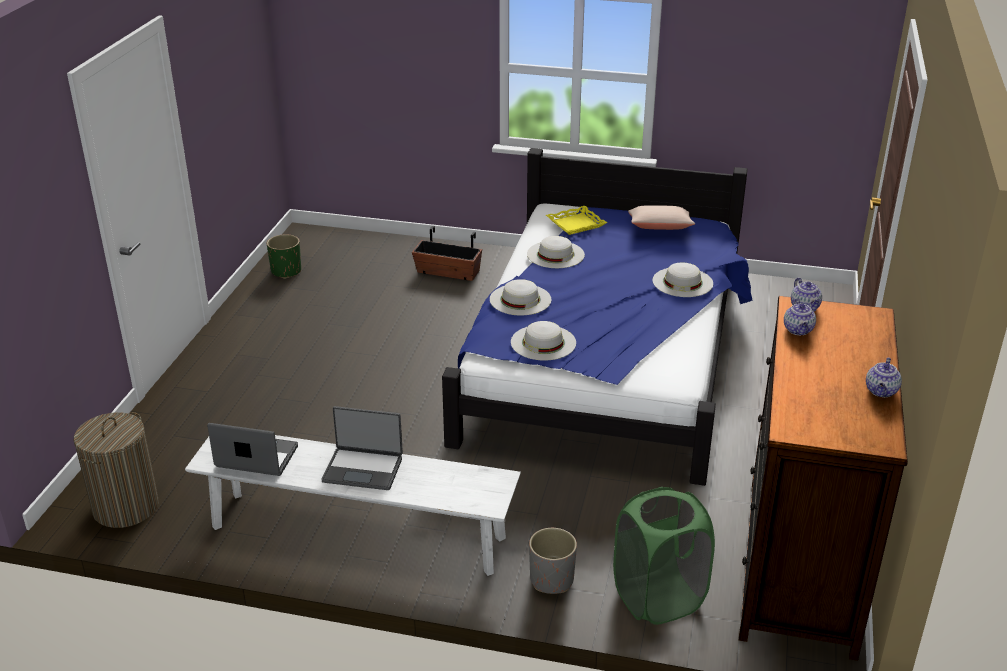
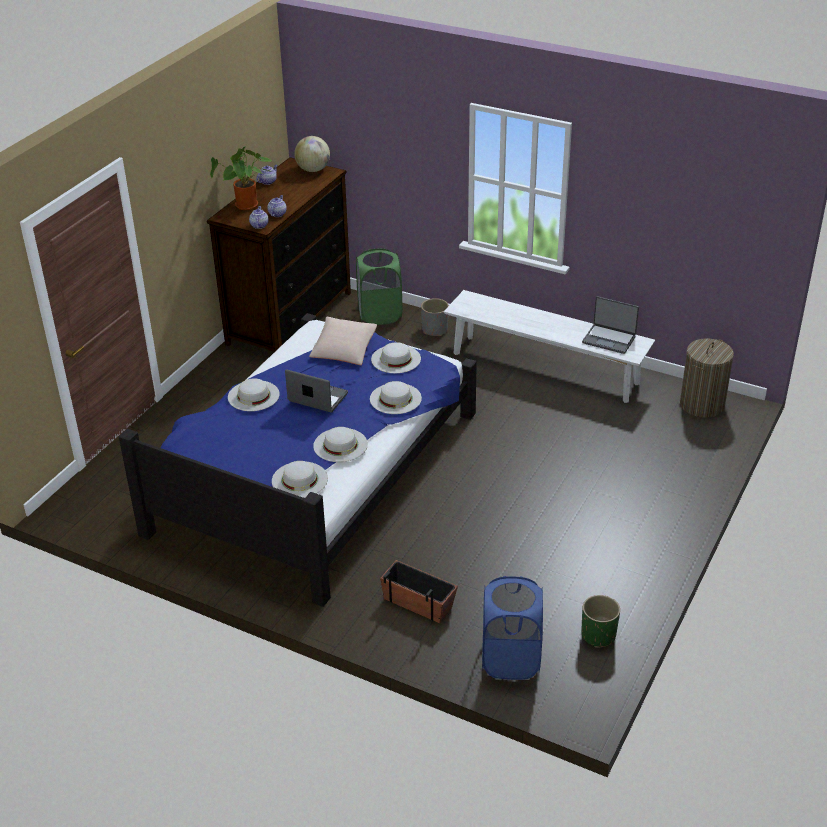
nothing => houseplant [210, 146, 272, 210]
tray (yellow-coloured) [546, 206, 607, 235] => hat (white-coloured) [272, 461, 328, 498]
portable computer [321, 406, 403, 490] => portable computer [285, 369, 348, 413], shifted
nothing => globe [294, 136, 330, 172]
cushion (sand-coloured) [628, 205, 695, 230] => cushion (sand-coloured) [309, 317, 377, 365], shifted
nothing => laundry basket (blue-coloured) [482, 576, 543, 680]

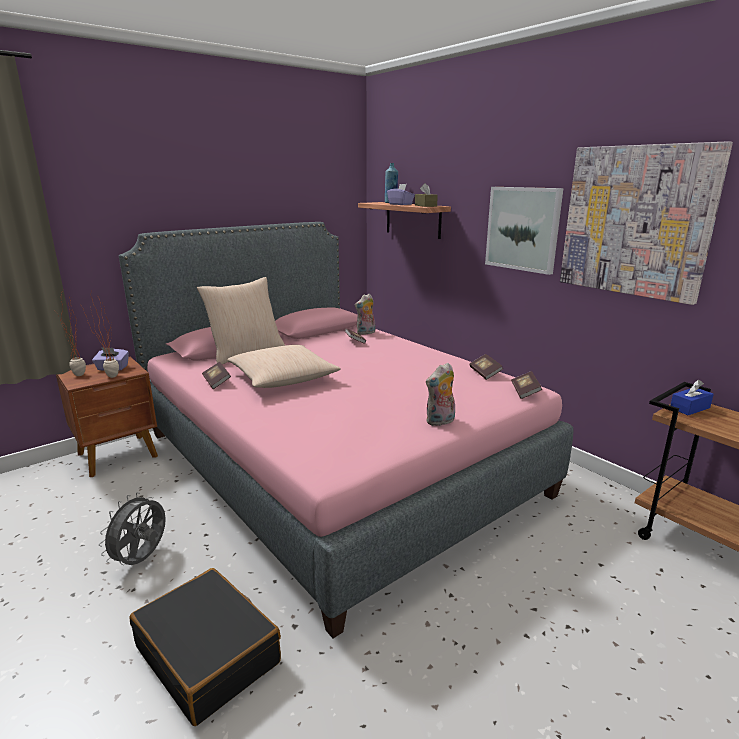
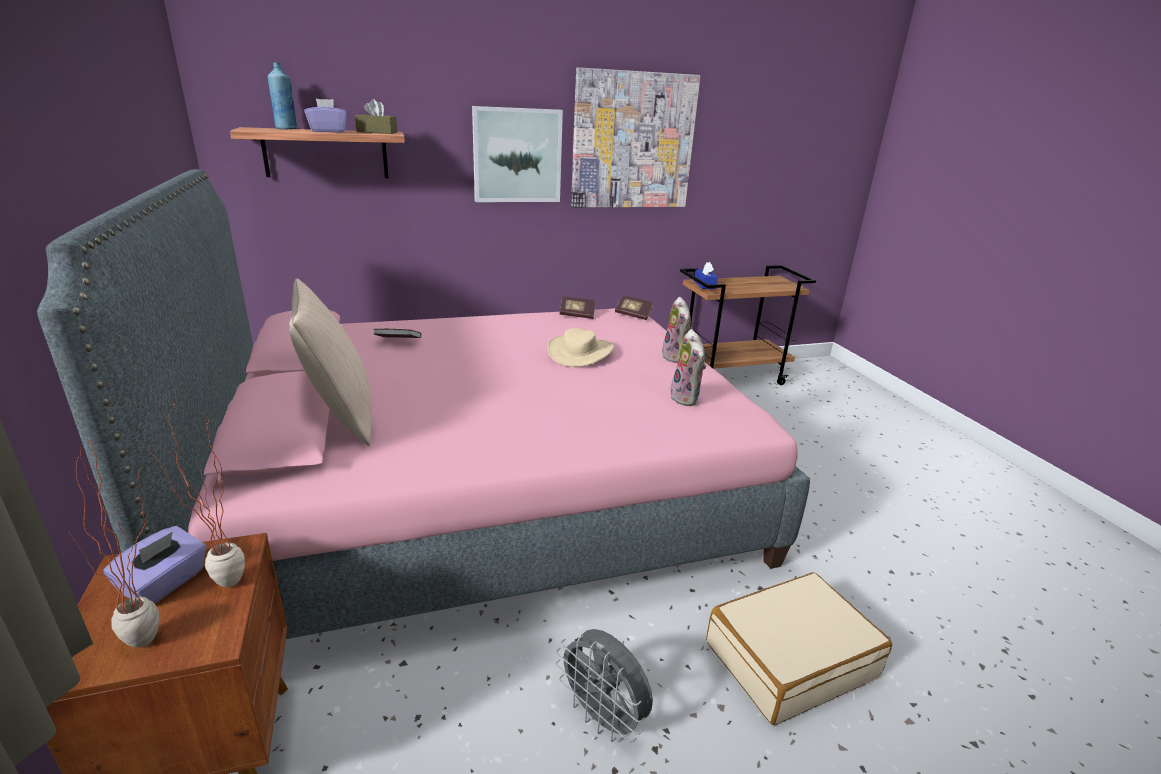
nothing => hat (sand-coloured) [547, 328, 614, 367]
cuddly toy [355, 294, 375, 335] => cuddly toy [670, 329, 706, 406], shifted
suitcase (black) [130, 568, 281, 726] => suitcase (sand-coloured) [706, 572, 892, 725]
book [202, 362, 231, 389] => nothing
cushion (sand-coloured) [227, 345, 341, 388] => nothing

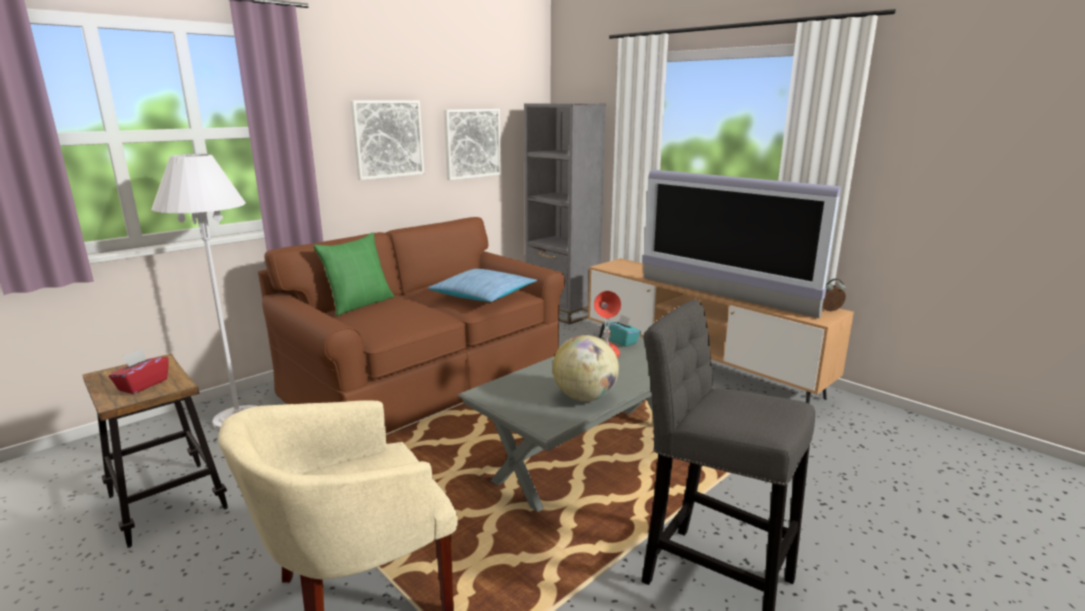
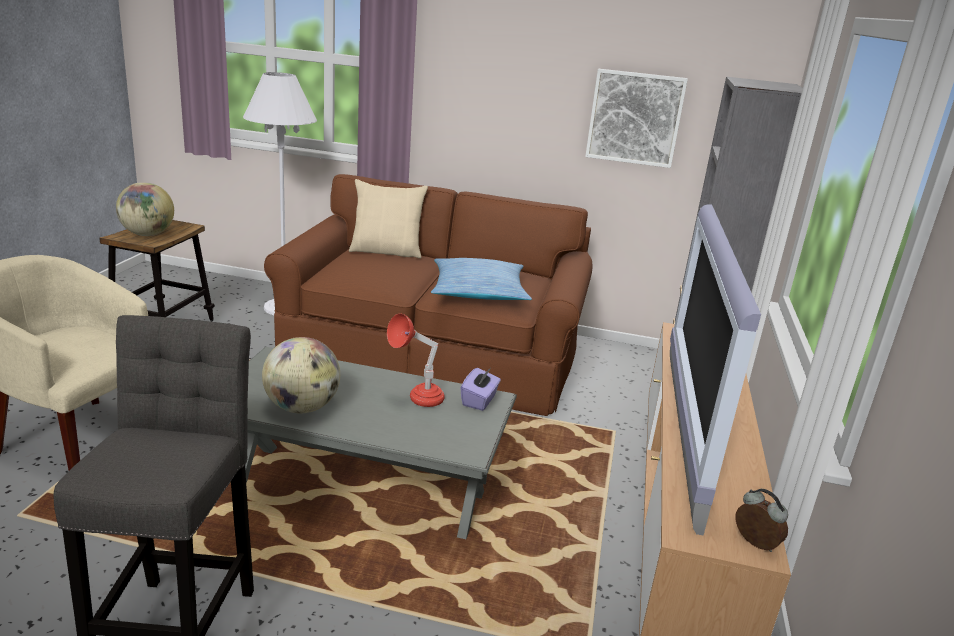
tissue box (red-coloured) [109, 349, 169, 394] => globe [116, 182, 174, 236]
cushion (green-coloured) [313, 233, 394, 316] => cushion (sand-coloured) [349, 179, 428, 258]
tissue box (turquoise) [604, 314, 641, 347] => tissue box (purple-coloured) [461, 368, 501, 411]
wall picture [350, 100, 424, 180] => nothing

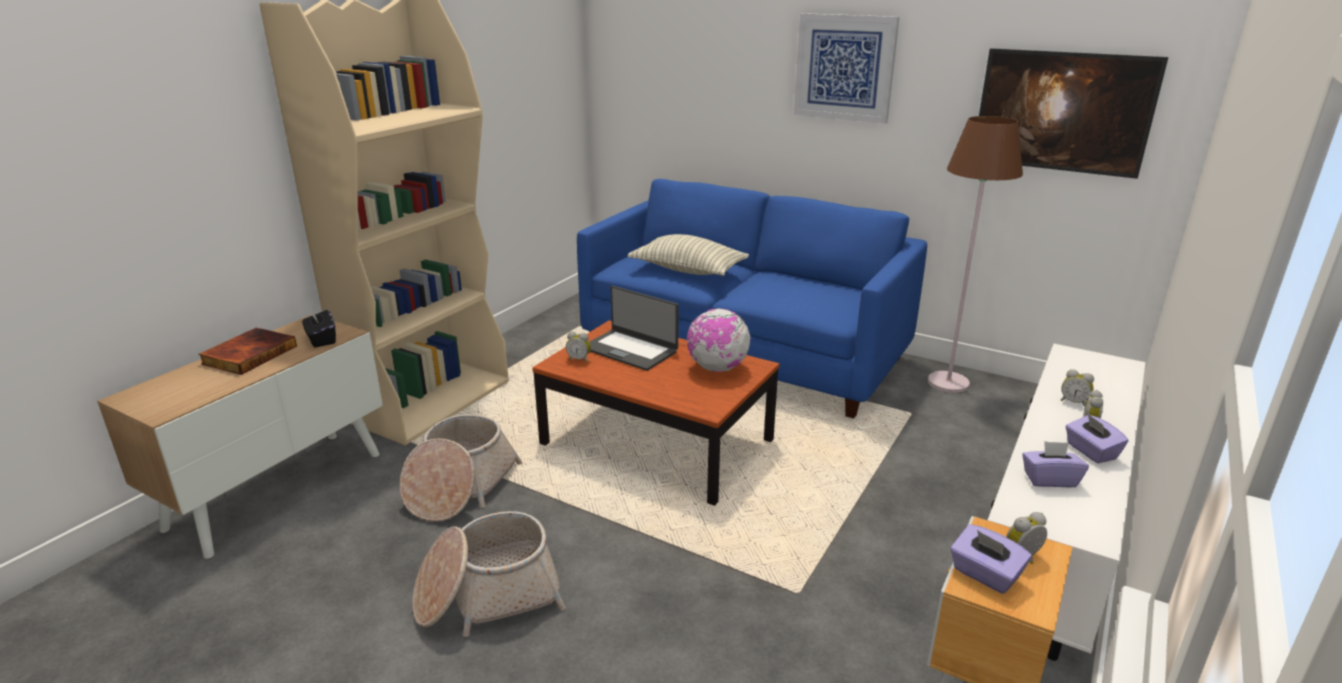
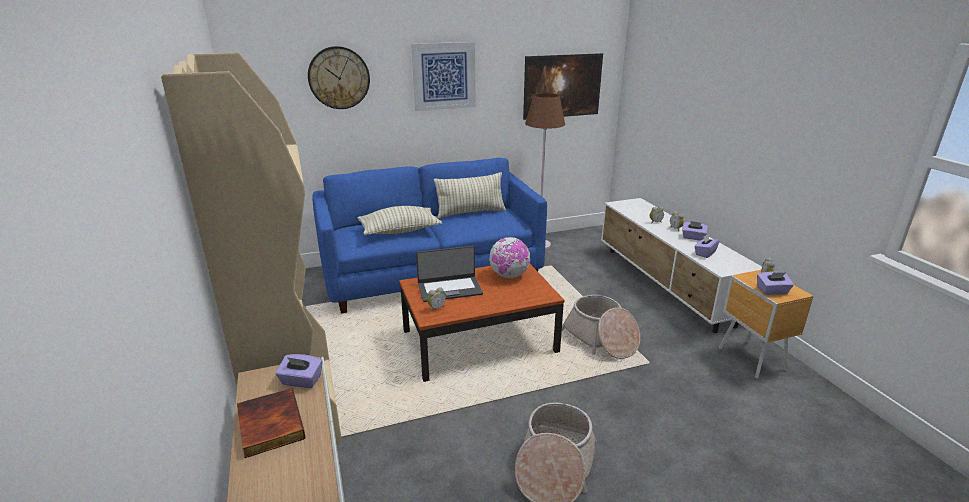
tissue box (black) [302, 307, 336, 347] => tissue box (purple-coloured) [275, 354, 323, 388]
nothing => wall clock [308, 46, 370, 109]
nothing => cushion [434, 172, 506, 219]
basket [400, 414, 522, 522] => basket [562, 295, 640, 359], shifted

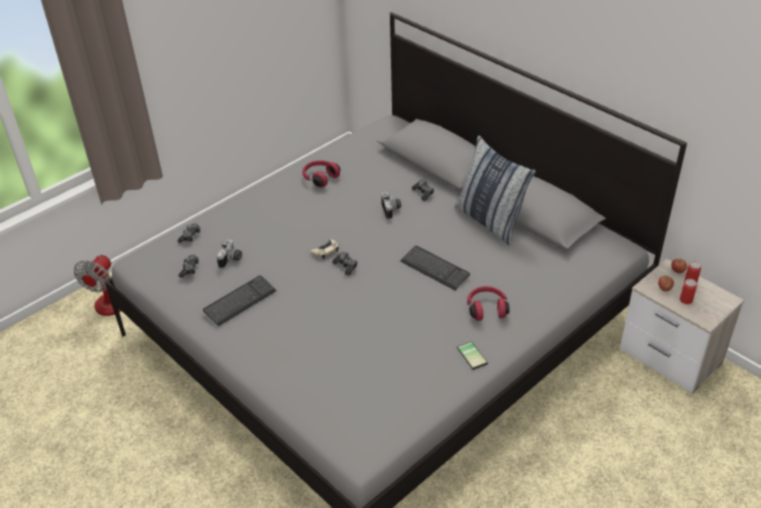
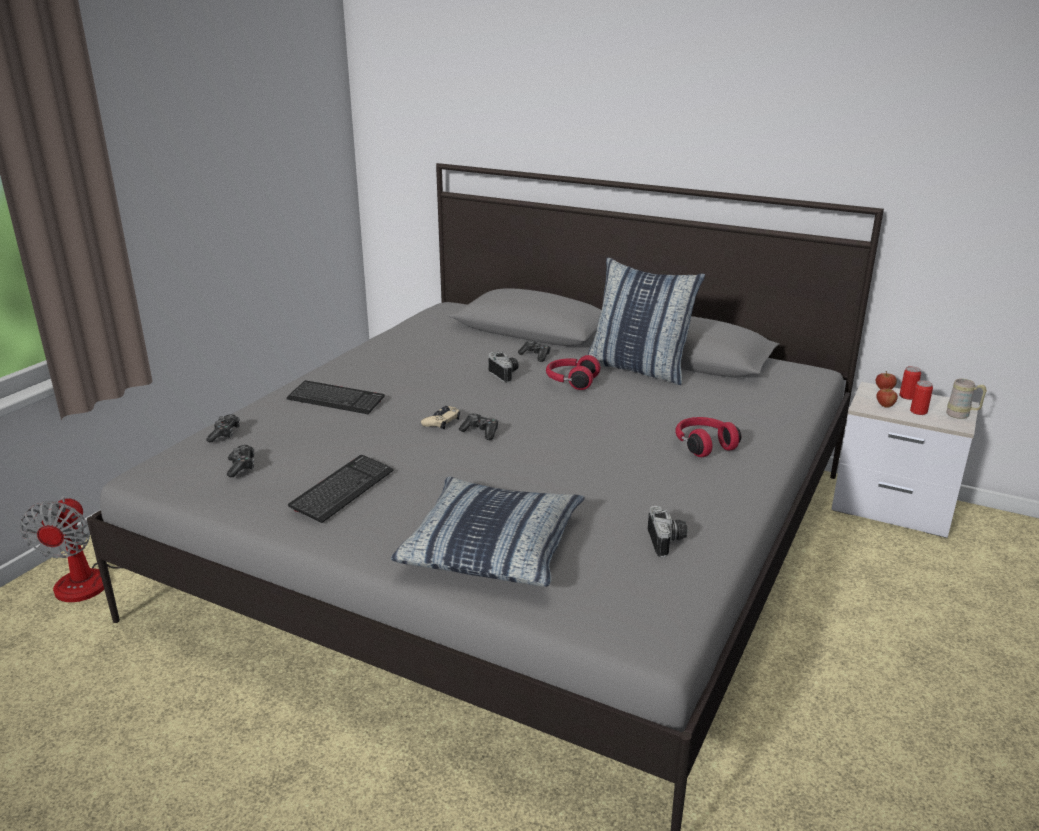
keyboard [400, 246, 470, 290] => keyboard [286, 381, 385, 414], shifted
nothing => cushion [391, 477, 585, 587]
headphones (red-coloured) [302, 160, 340, 188] => headphones (red-coloured) [546, 355, 601, 390], shifted
photo camera [217, 239, 242, 269] => photo camera [648, 506, 687, 557], shifted
nothing => coffee mug (sand-coloured) [946, 378, 987, 419]
handset [457, 341, 488, 369] => nothing

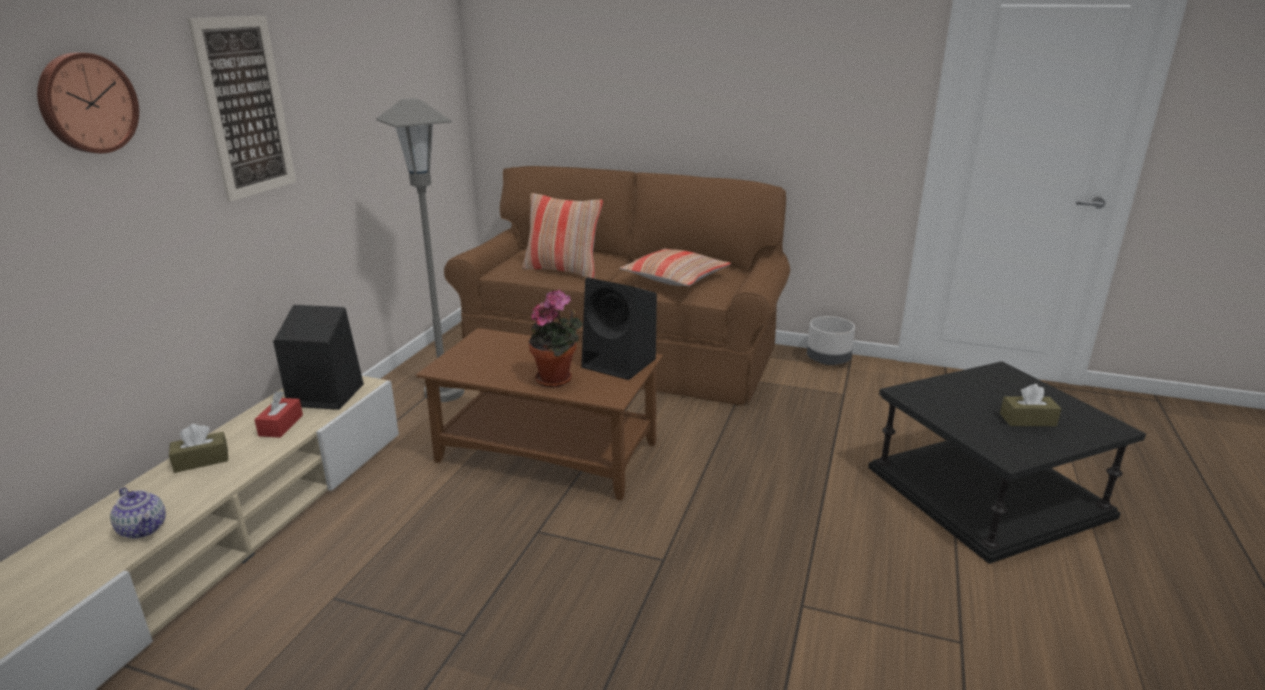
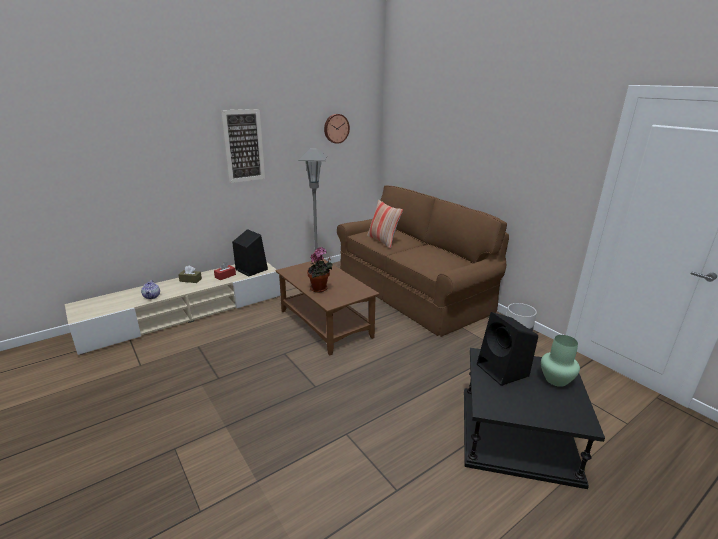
wall clock [37, 53, 139, 154] => wall clock [324, 114, 350, 144], shifted
loudspeaker (black) [581, 277, 657, 380] => loudspeaker (black) [477, 312, 538, 386], shifted
nothing => vase (green-coloured) [541, 335, 580, 387]
cushion [619, 248, 731, 286] => nothing
tissue box (brown) [1000, 384, 1061, 426] => nothing

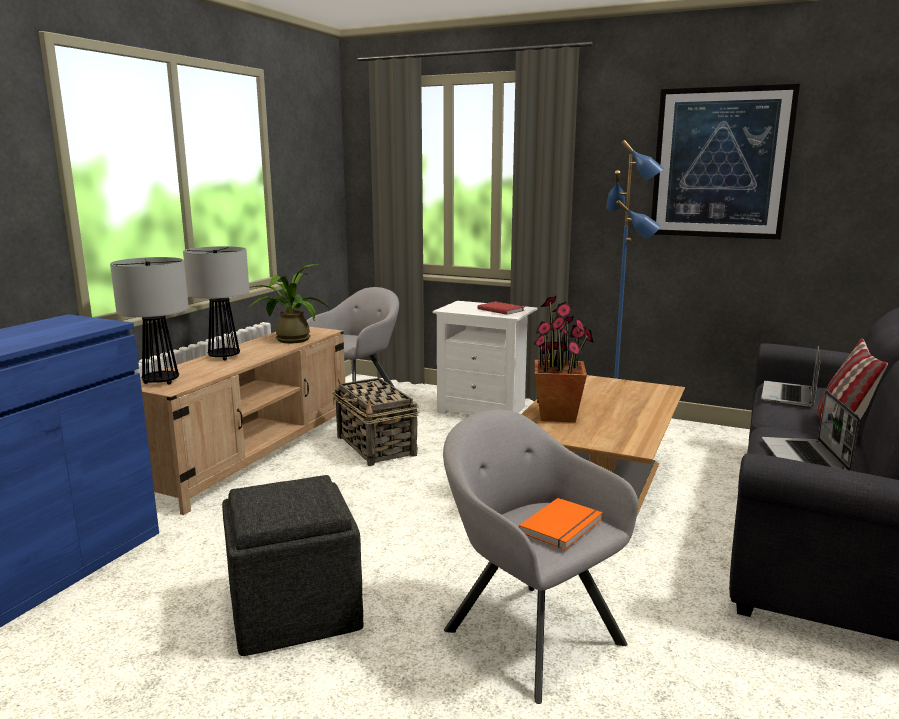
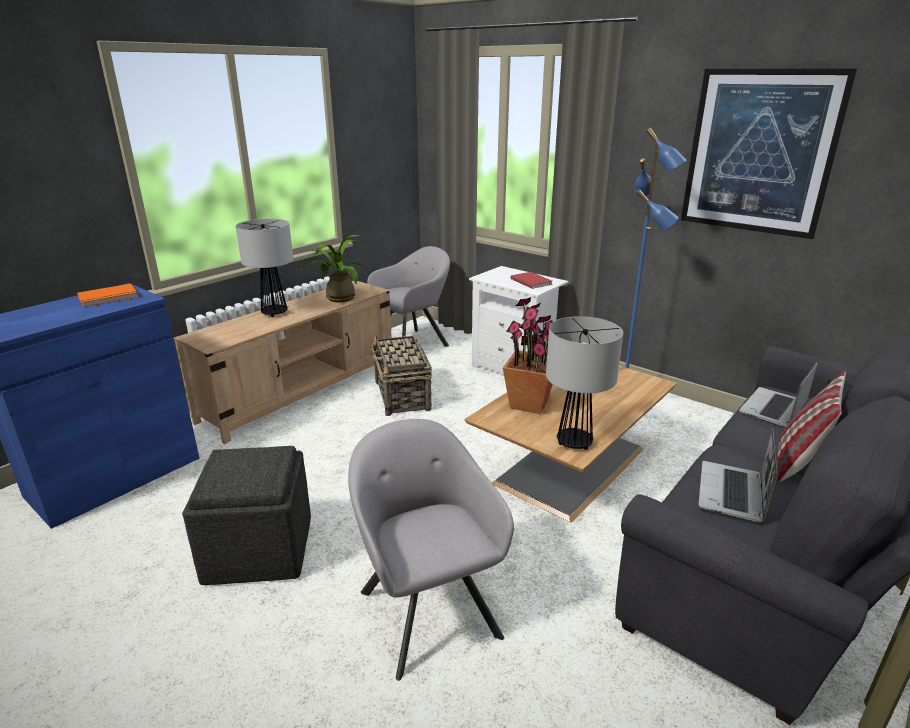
book (orangey) [519, 498, 603, 550] => book (orangey) [77, 284, 138, 307], shifted
table lamp [110, 257, 189, 384] => table lamp [546, 316, 623, 450], shifted

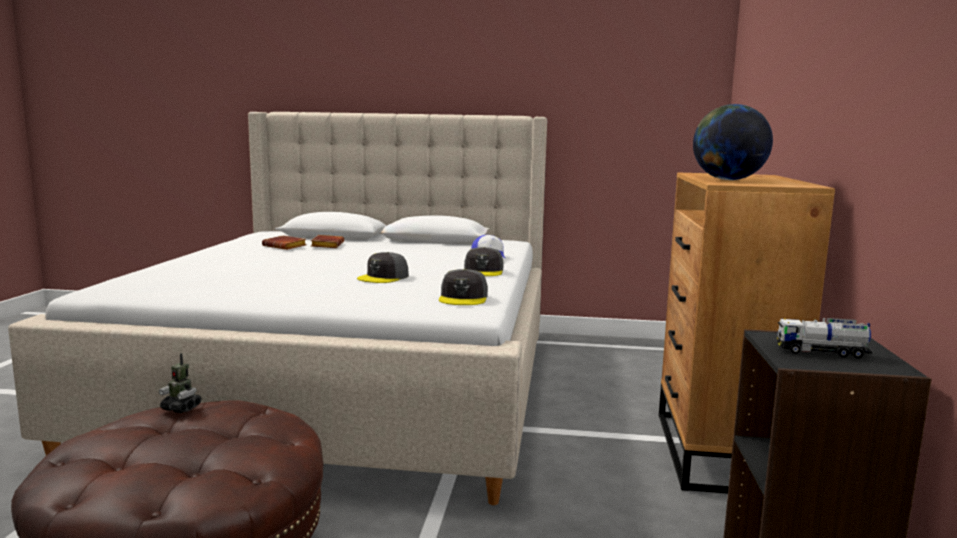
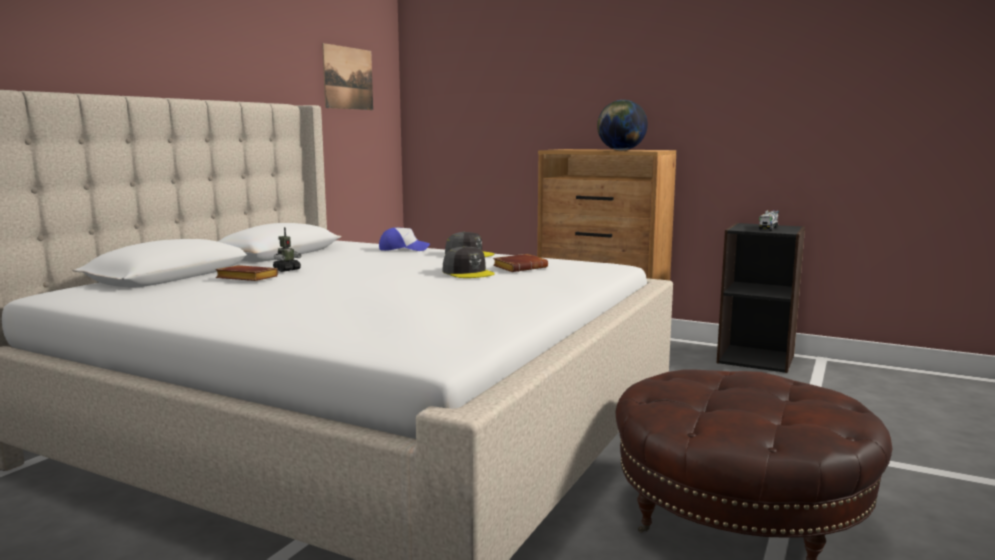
robot figure [159, 353, 202, 413] => robot figure [273, 227, 302, 272], shifted
nothing => wall picture [322, 43, 373, 110]
book (brown) [262, 235, 307, 250] => book (brown) [493, 254, 548, 272], shifted
peaked cap (grey) [439, 269, 488, 305] => nothing

